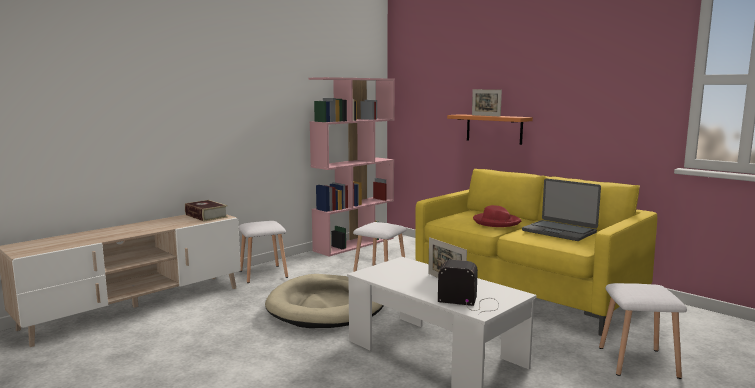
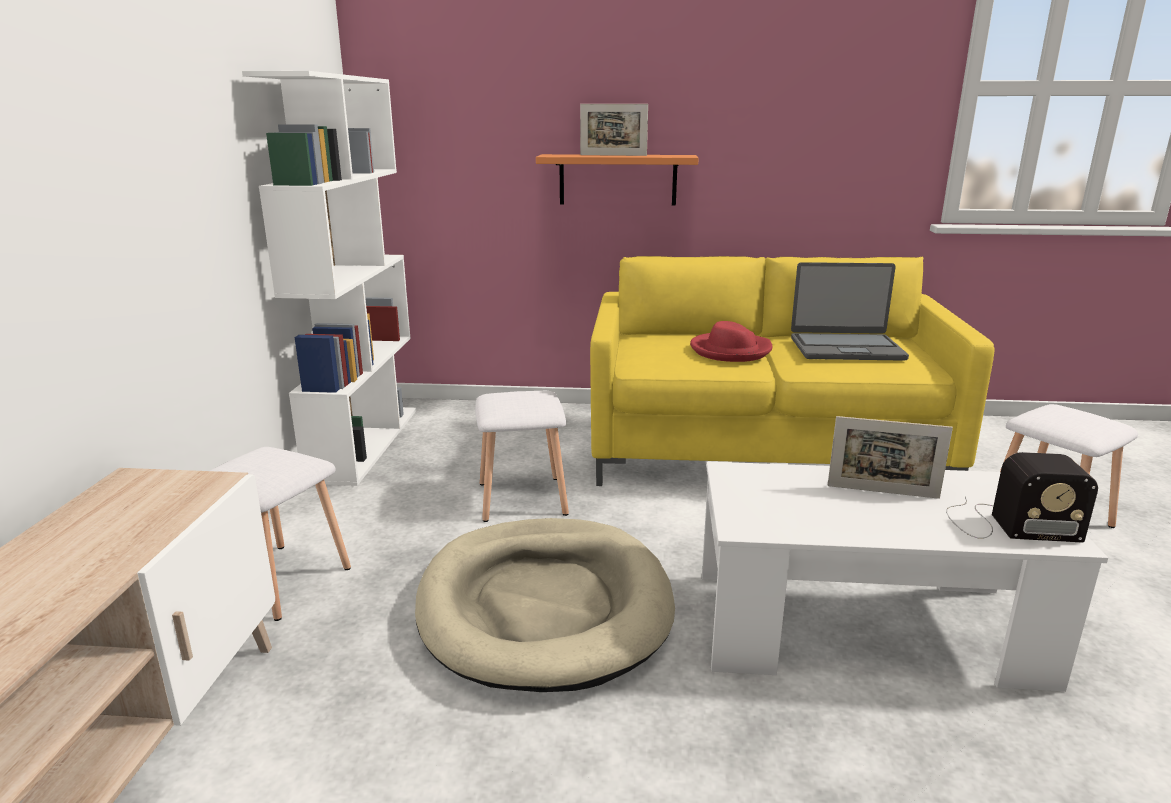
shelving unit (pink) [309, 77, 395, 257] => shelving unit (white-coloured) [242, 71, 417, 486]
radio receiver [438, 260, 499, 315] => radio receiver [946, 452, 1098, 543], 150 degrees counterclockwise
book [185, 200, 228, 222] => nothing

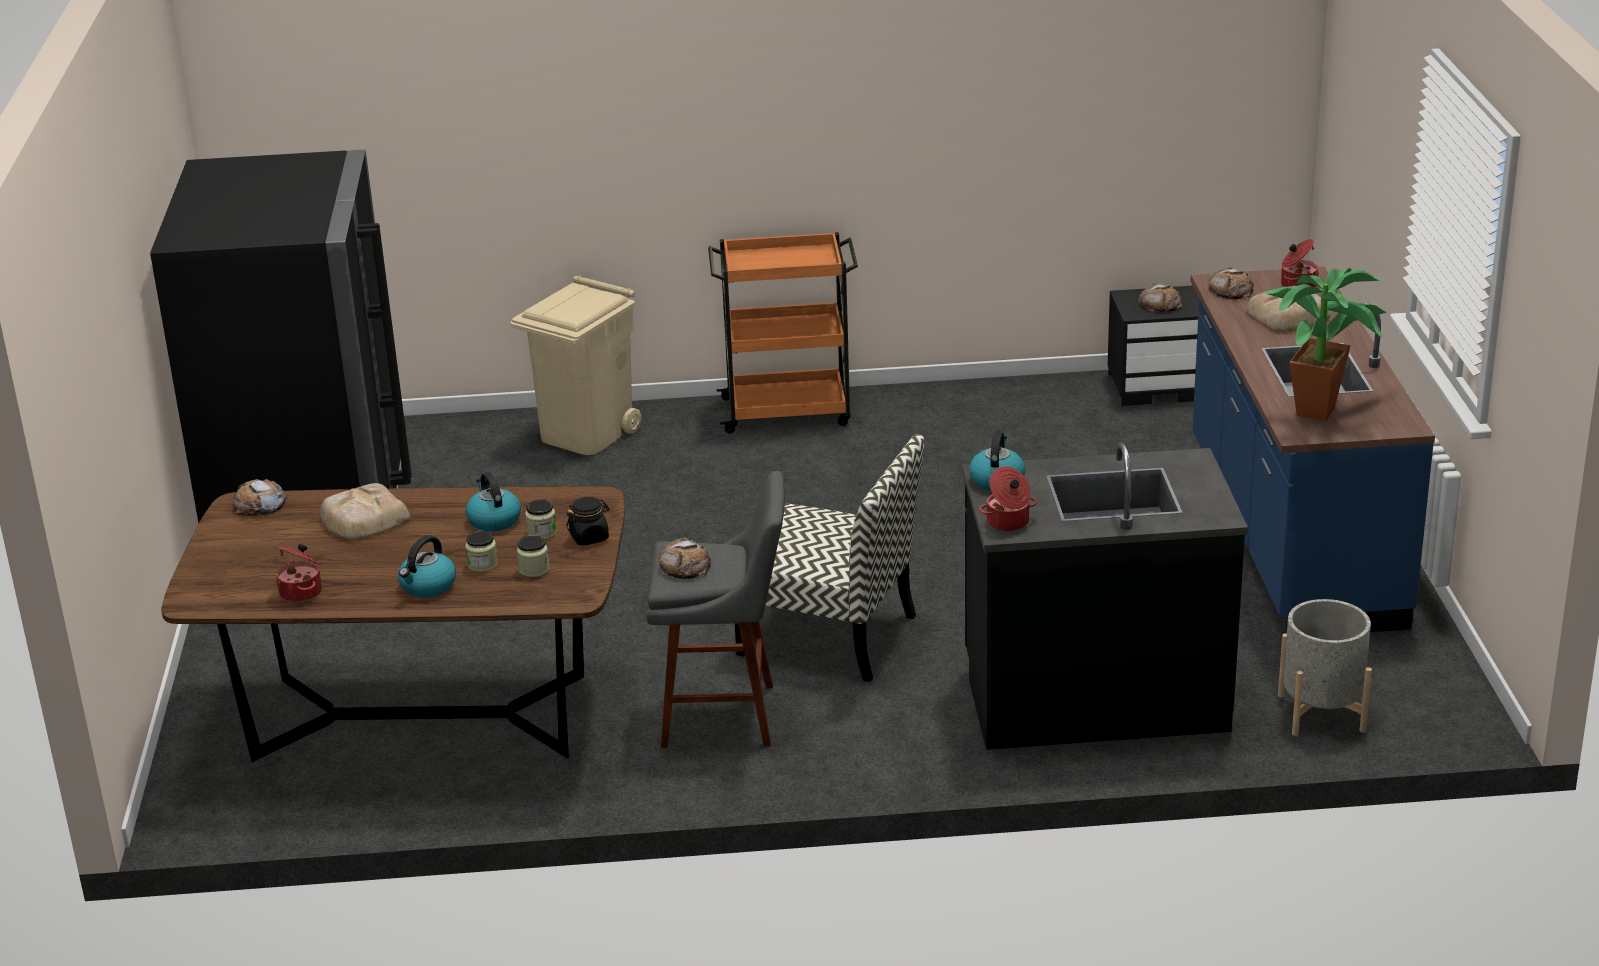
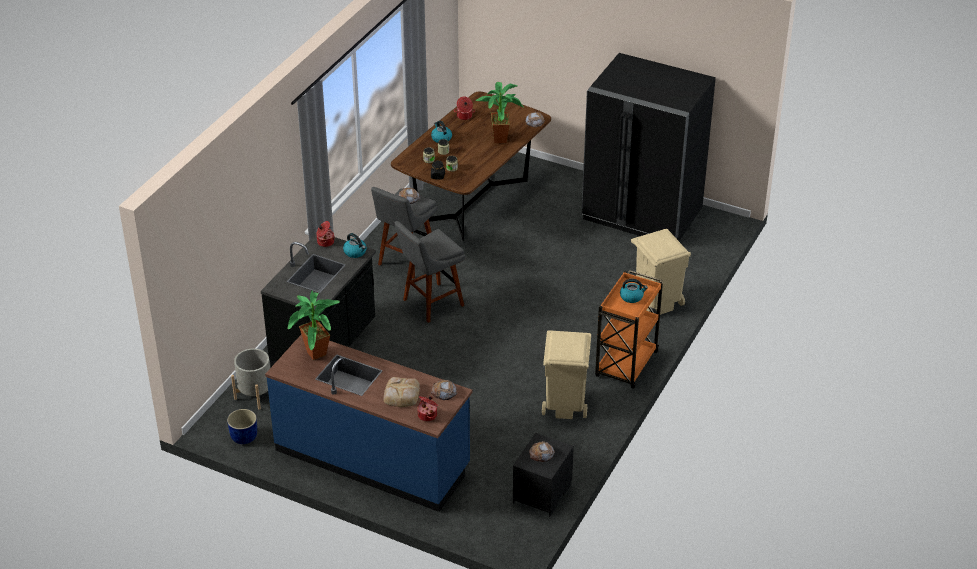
nothing => plant pot (blue-coloured) [227, 409, 257, 444]
plain chair [735, 434, 924, 682] => sitting stool (grey) [395, 221, 465, 323]
baked bread [320, 483, 410, 540] => houseplant [475, 82, 524, 143]
nothing => trash can (sand-coloured) [542, 330, 591, 419]
kettle [466, 472, 521, 532] => kettle [620, 279, 648, 303], shifted

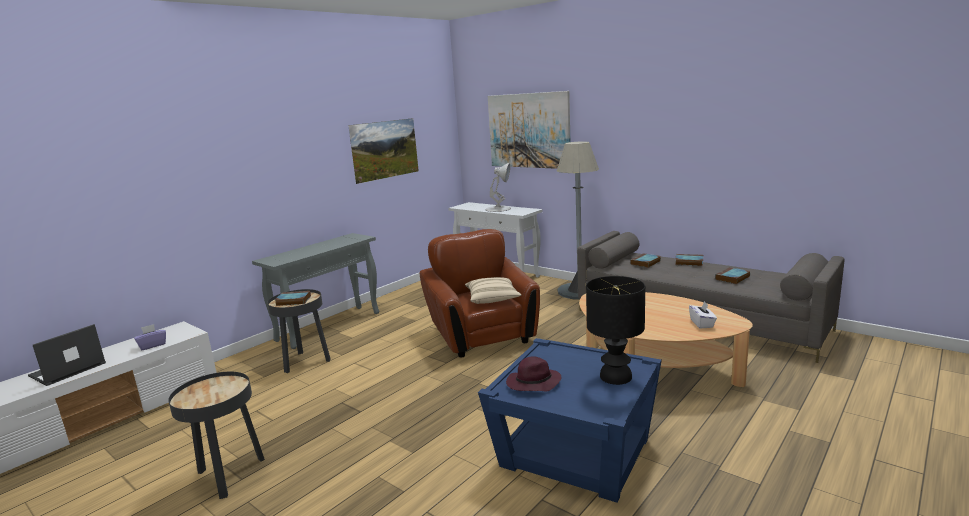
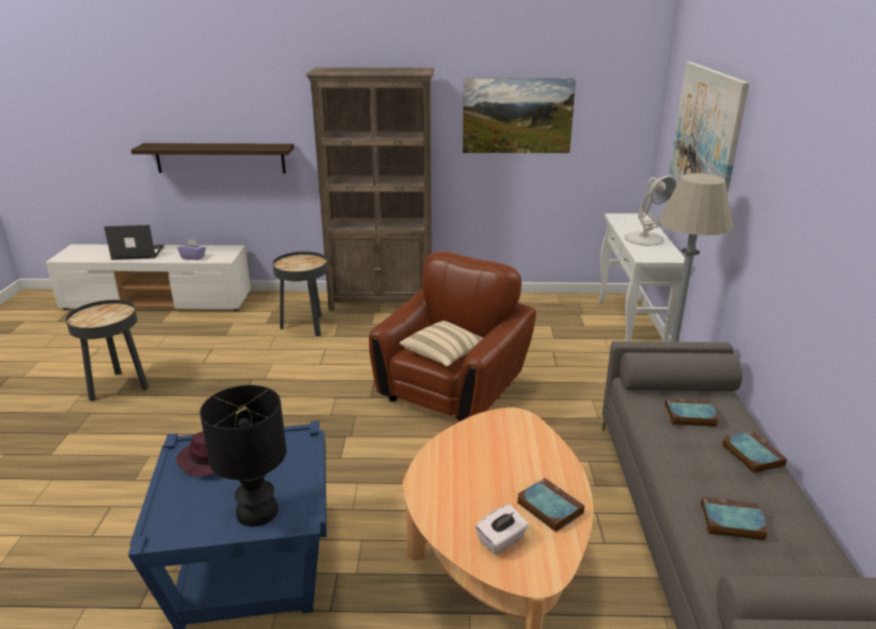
nothing => wall shelf [131, 143, 294, 174]
hall table (grey) [252, 233, 379, 349] => shelving unit (brown) [306, 67, 434, 310]
book [275, 291, 311, 306] => book [517, 478, 584, 532], shifted

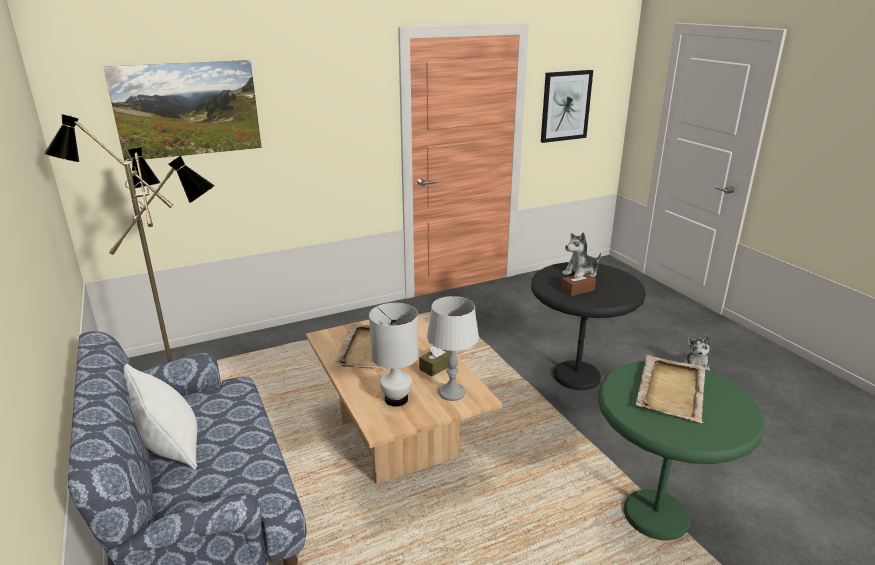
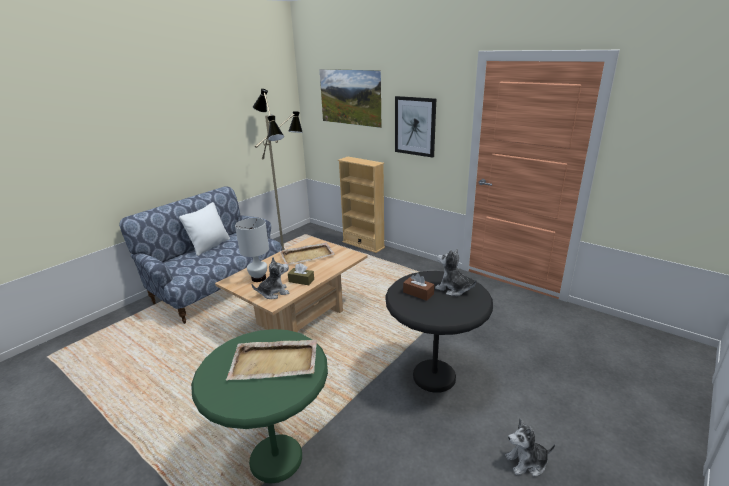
table lamp (grey) [427, 296, 479, 401] => cuddly toy [252, 257, 289, 299]
nothing => shelving unit (sand-coloured) [338, 157, 385, 253]
wall picture [541, 70, 593, 143] => wall picture [395, 96, 436, 158], shifted

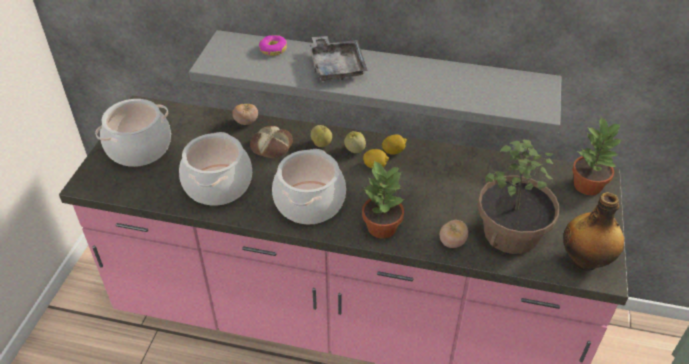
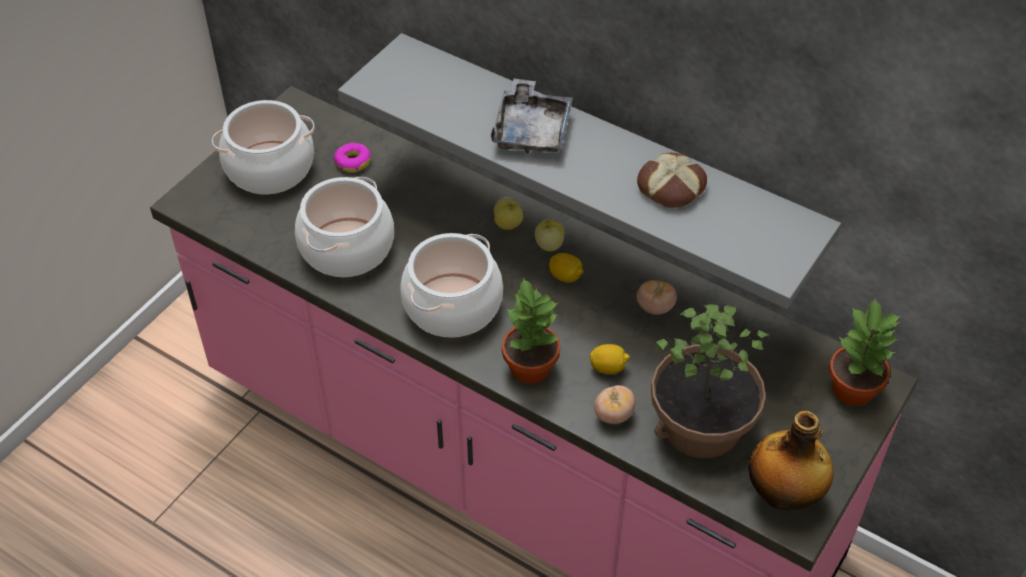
ring doughnut [259, 35, 287, 56] => ring doughnut [334, 143, 371, 172], shifted
citrus fruit [382, 135, 407, 155] => citrus fruit [589, 344, 630, 374], shifted
whole tomato [232, 103, 258, 125] => whole tomato [636, 280, 677, 315], shifted
baked bread [250, 126, 293, 159] => baked bread [637, 153, 707, 208], shifted

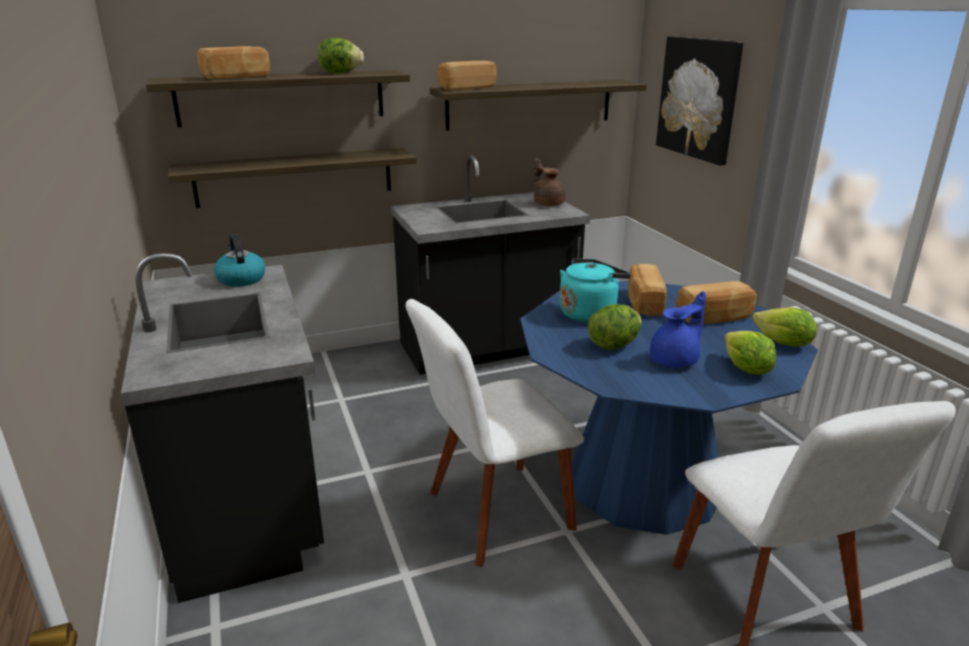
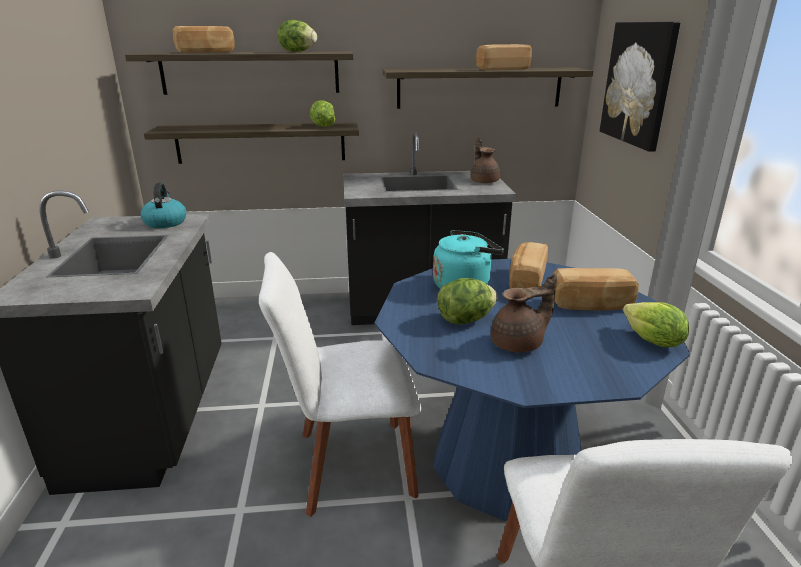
head of lettuce [725, 331, 776, 375] => head of lettuce [310, 100, 335, 127], shifted
baked bread [437, 61, 497, 90] => baked bread [476, 44, 532, 70], shifted
pot for tea (blue-coloured) [650, 291, 706, 368] => pot for tea (brown) [491, 274, 557, 352]

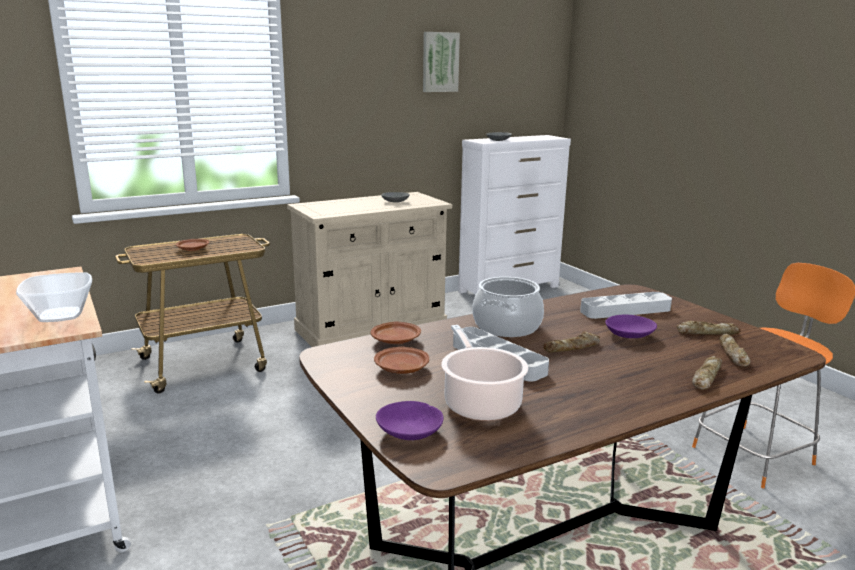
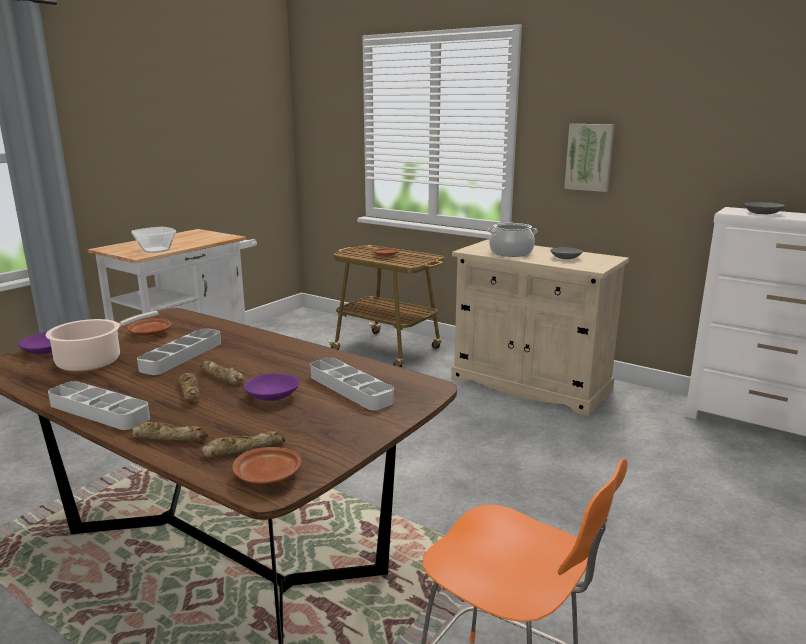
nothing => tray (grey) [48, 381, 150, 430]
baked bread [676, 321, 741, 335] => baked bread [179, 373, 200, 404], shifted
dinner plate (brown) [371, 322, 421, 344] => dinner plate (brown) [232, 447, 302, 484], shifted
cooking pot [472, 277, 544, 337] => cooking pot [487, 223, 538, 257], shifted
wall picture [423, 32, 460, 92] => wall picture [564, 124, 615, 192], shifted

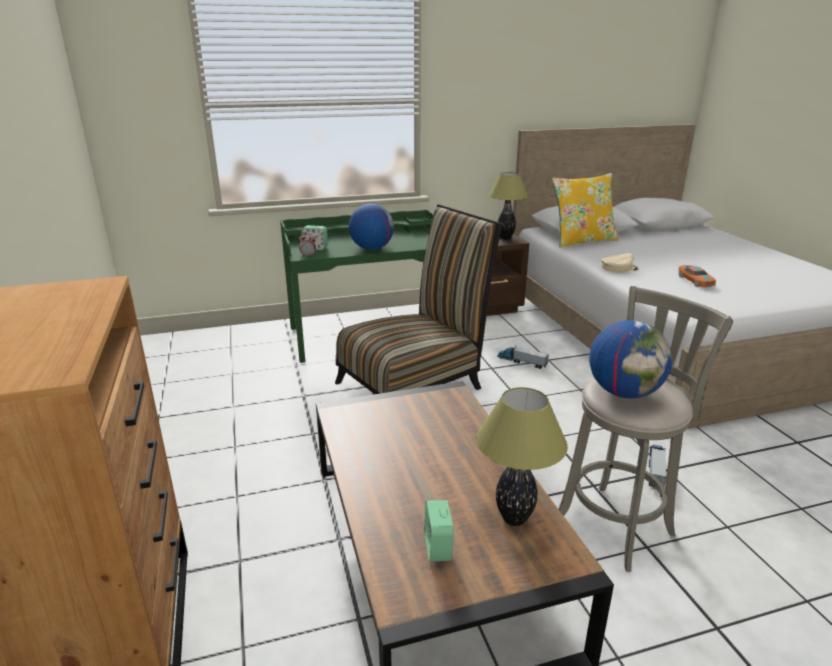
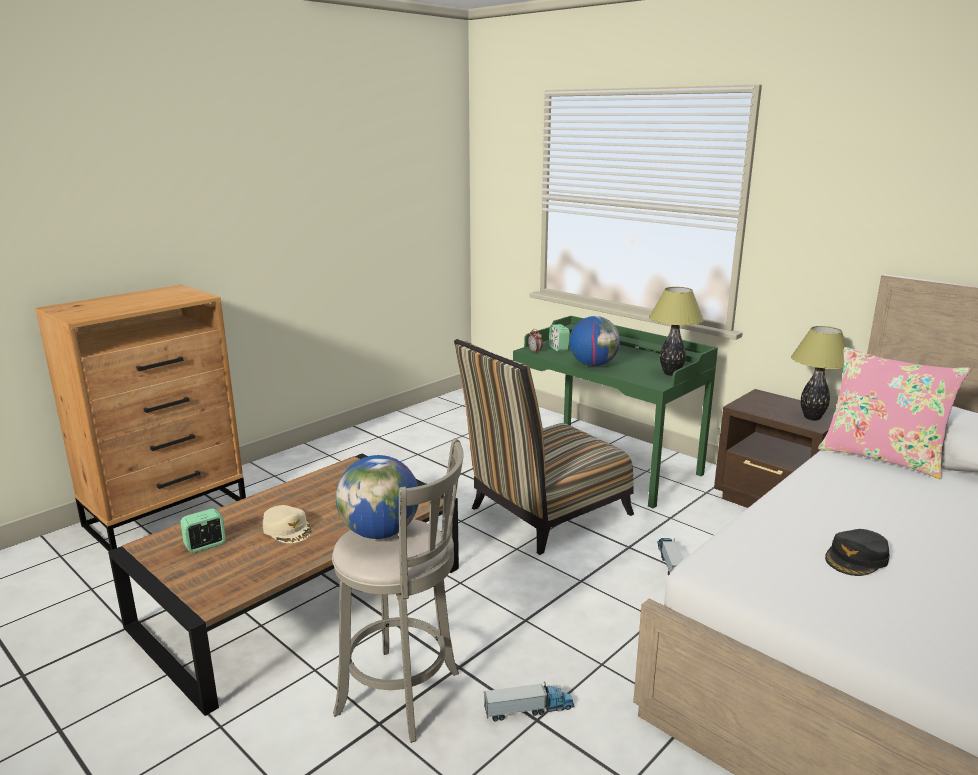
peaked cap (sand-coloured) [601, 253, 639, 273] => peaked cap (sand-coloured) [263, 505, 312, 543], shifted
plain chair [335, 204, 503, 394] => plain chair [454, 339, 634, 555], 120 degrees clockwise
table lamp [476, 387, 568, 526] => table lamp [649, 287, 704, 376], shifted
cushion (yellow-coloured) [552, 173, 619, 248] => cushion (pink) [818, 347, 971, 479]
toy car [679, 265, 716, 287] => peaked cap (black) [825, 529, 890, 576]

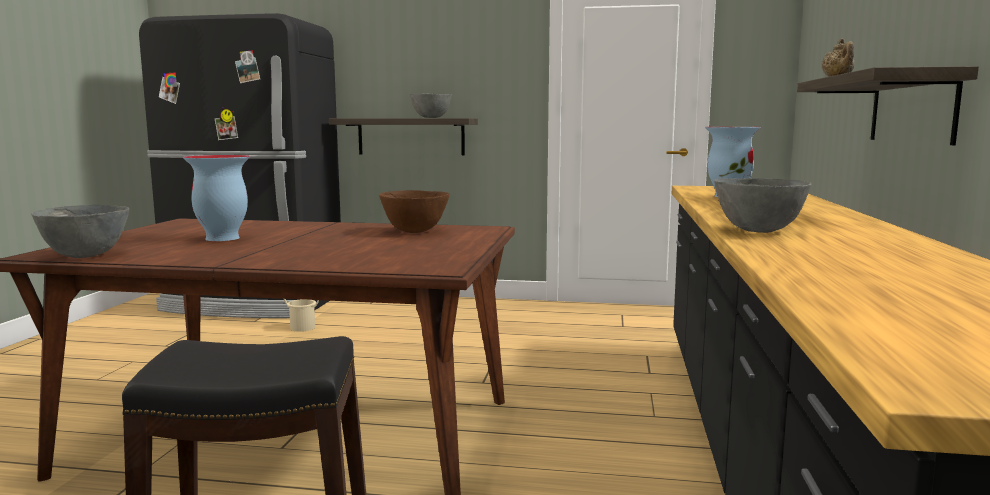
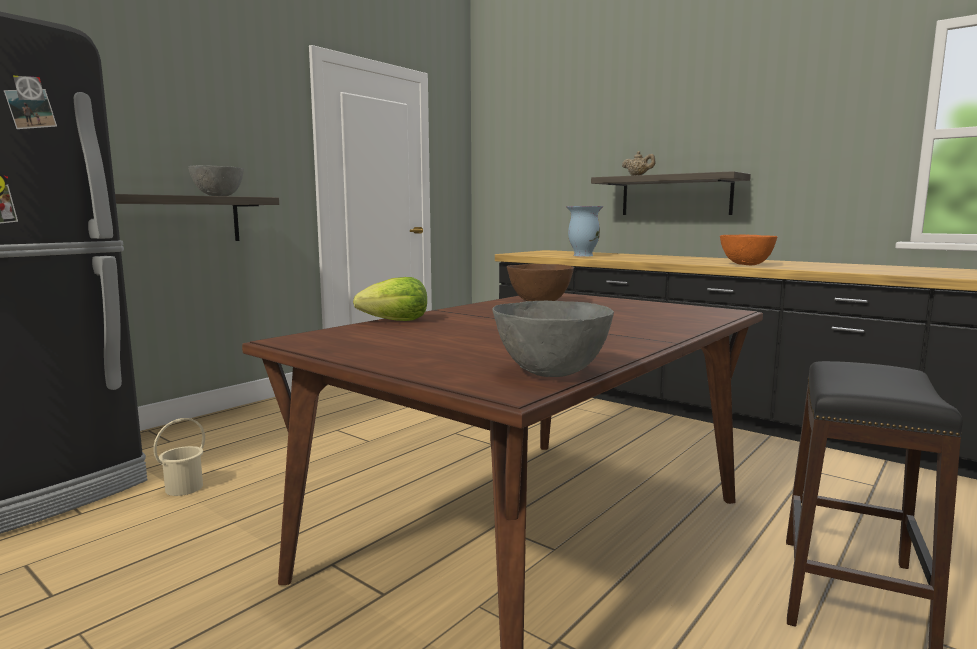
nothing => head of lettuce [353, 277, 427, 321]
serving bowl (grey) [714, 178, 811, 233] => serving bowl (orangey) [720, 235, 777, 265]
vase [183, 155, 250, 241] => nothing

